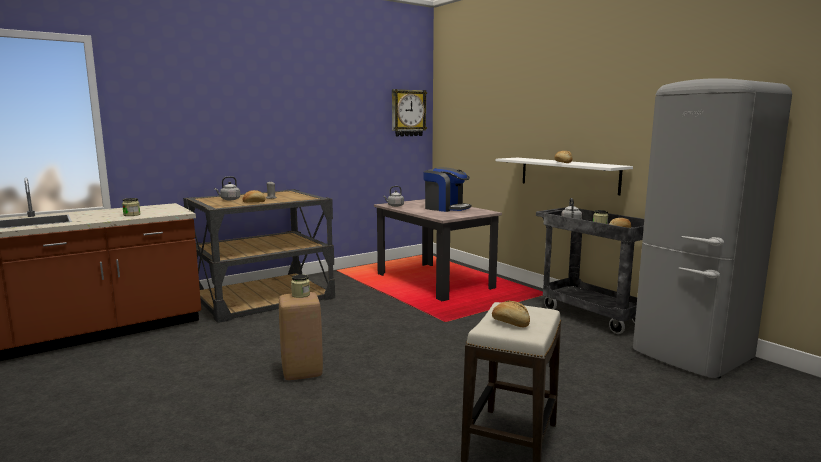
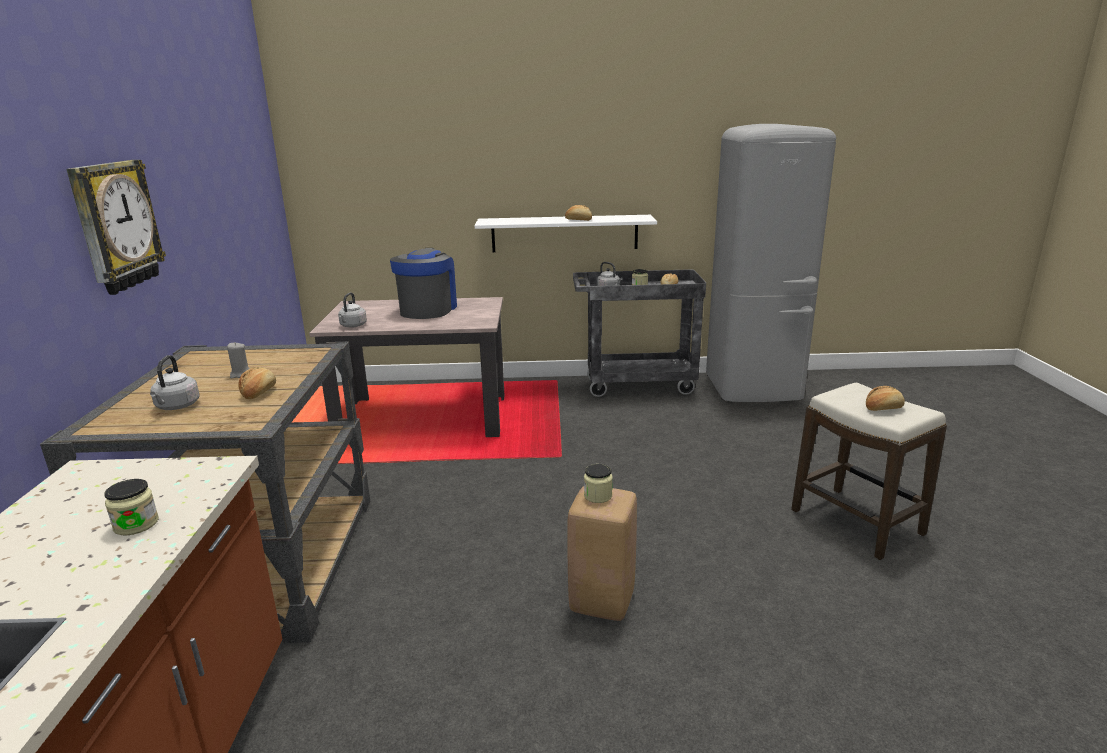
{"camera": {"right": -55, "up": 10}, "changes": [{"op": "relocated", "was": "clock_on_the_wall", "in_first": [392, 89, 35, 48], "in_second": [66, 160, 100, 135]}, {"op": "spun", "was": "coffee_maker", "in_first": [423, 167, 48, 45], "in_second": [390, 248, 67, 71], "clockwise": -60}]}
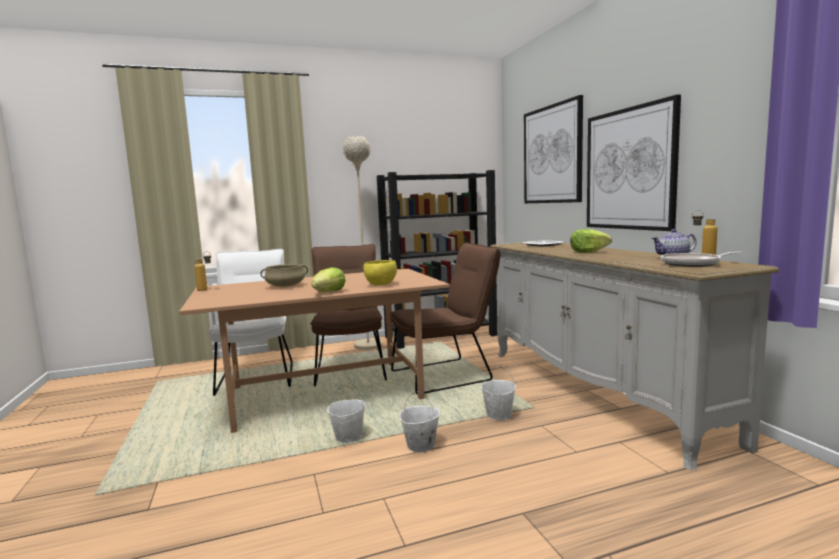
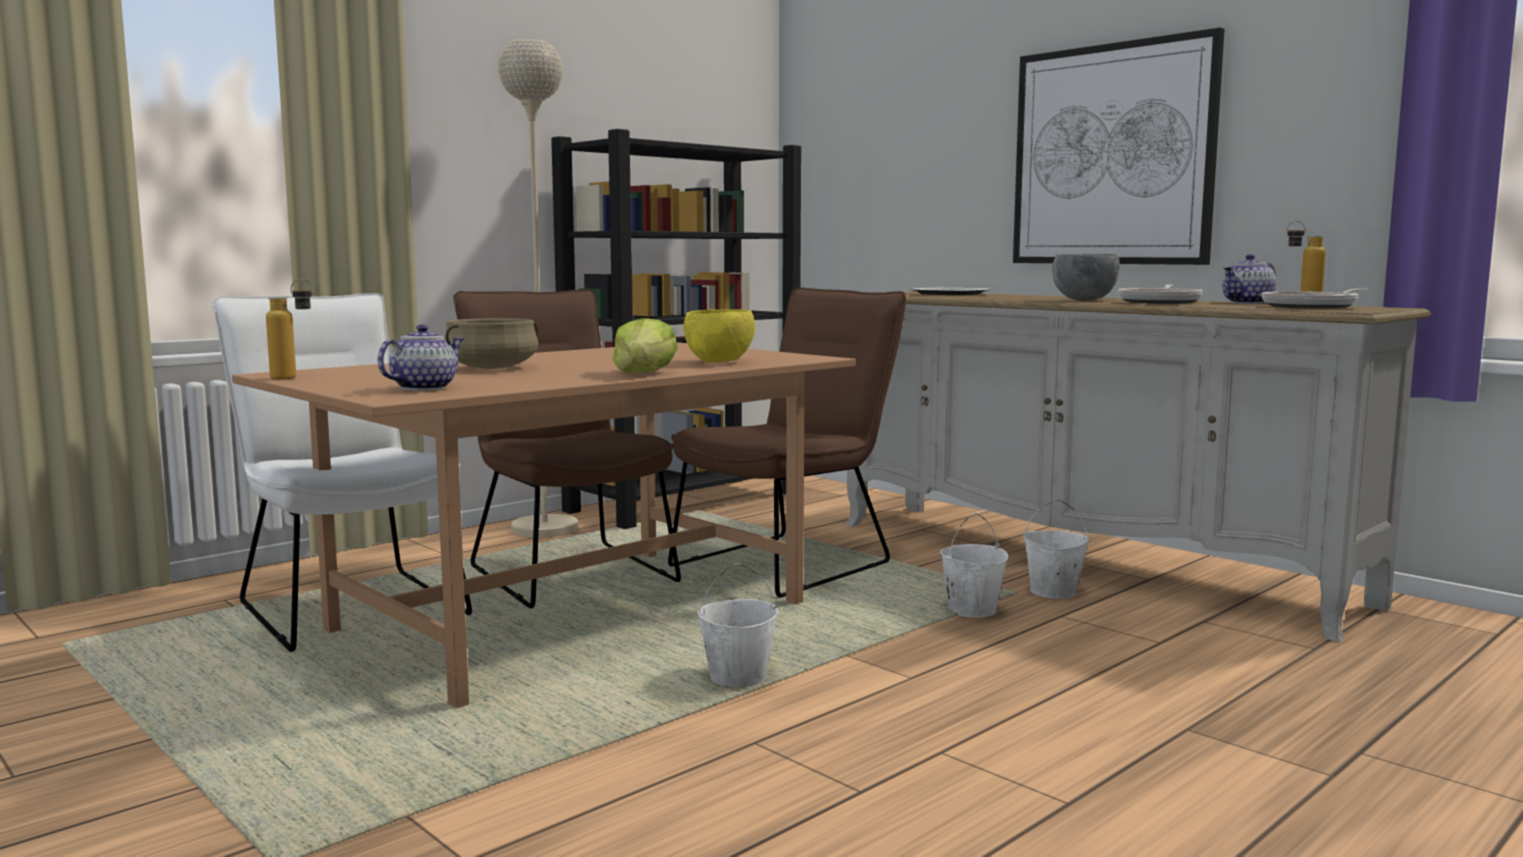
{"camera": {"right": -25, "up": 0}, "changes": [{"op": "missing", "was": "picture", "in_first": [524, 95, 59, 108]}, {"op": "appeared", "now": "teapot", "in_second": [377, 325, 87, 66]}, {"op": "appeared", "now": "skillet", "in_second": [1118, 285, 85, 19]}, {"op": "relocated", "was": "white_pail", "in_first": [400, 391, 40, 61], "in_second": [1023, 499, 66, 100]}, {"op": "exchanged", "was": "lettuce_head", "now": "grey_serving_bowl", "in_first": [570, 229, 42, 24], "in_second": [1052, 254, 68, 46]}]}
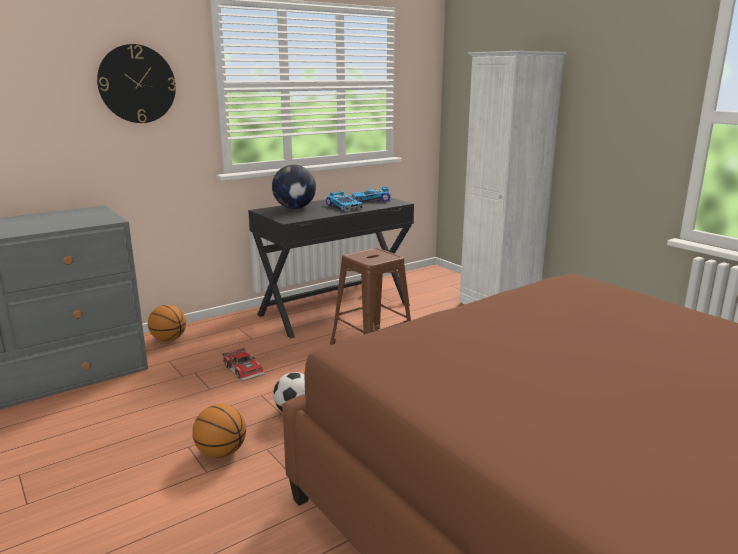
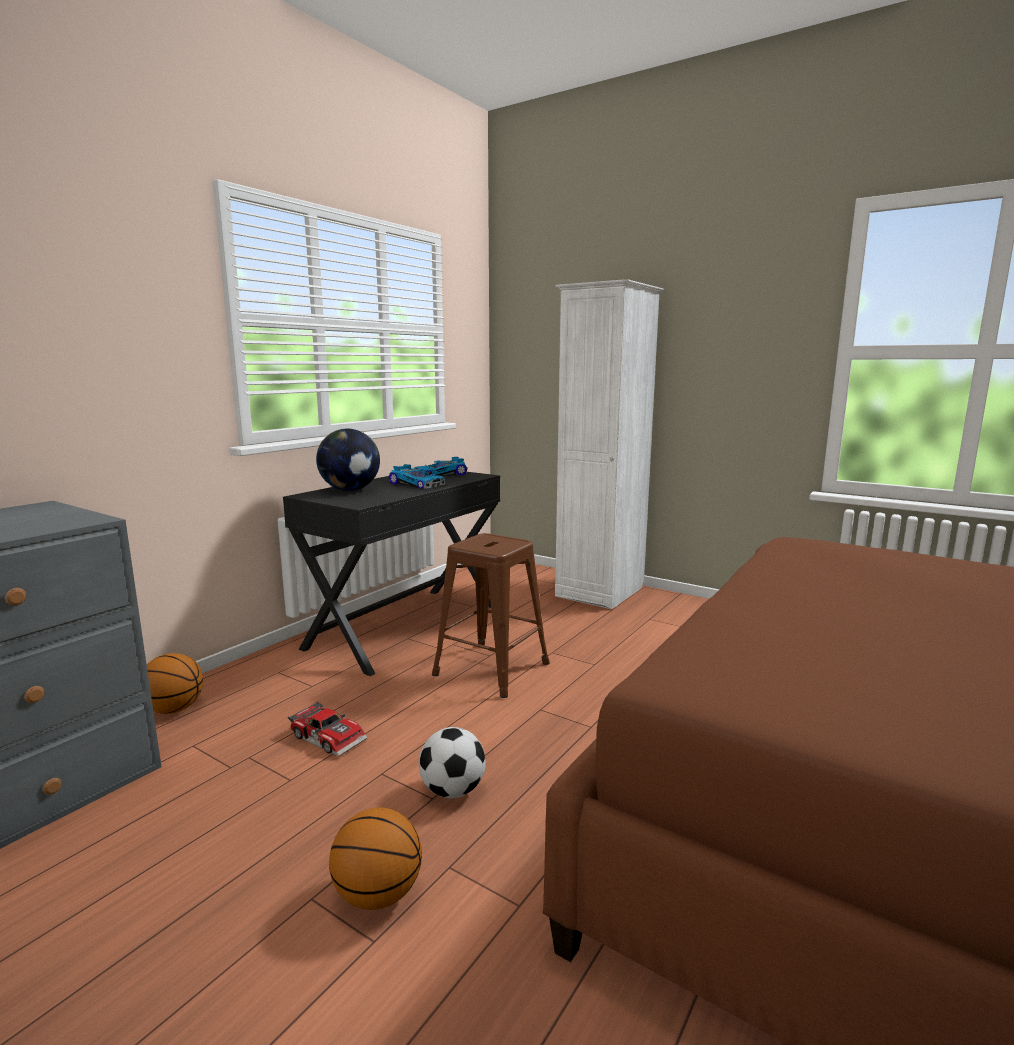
{"camera": {"right": -20, "up": -5}, "changes": [{"op": "missing", "was": "clock_on_the_wall", "in_first": [97, 44, 79, 79]}]}
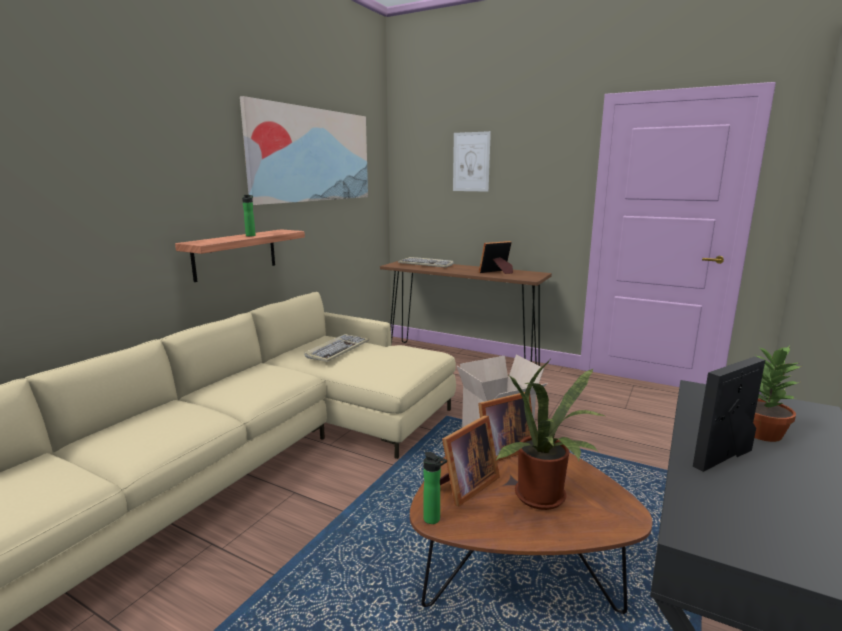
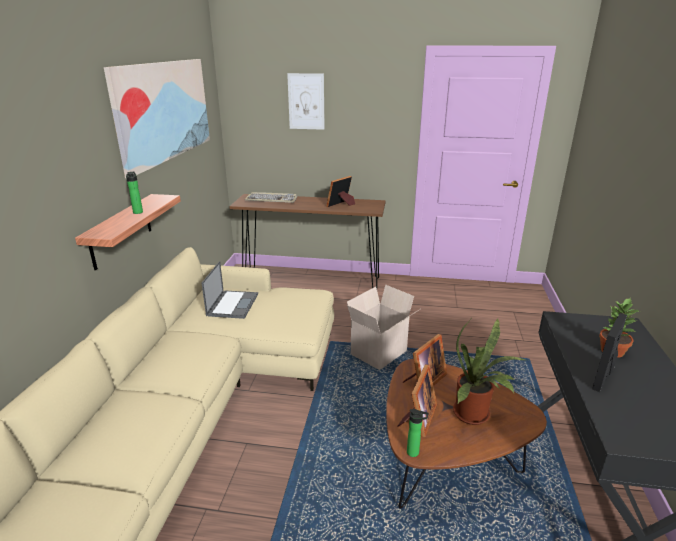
{"camera": {"right": -20, "up": 10}, "changes": [{"op": "exchanged", "was": "keyboard", "now": "portable_computer", "in_first": [304, 334, 65, 28], "in_second": [202, 261, 56, 58]}]}
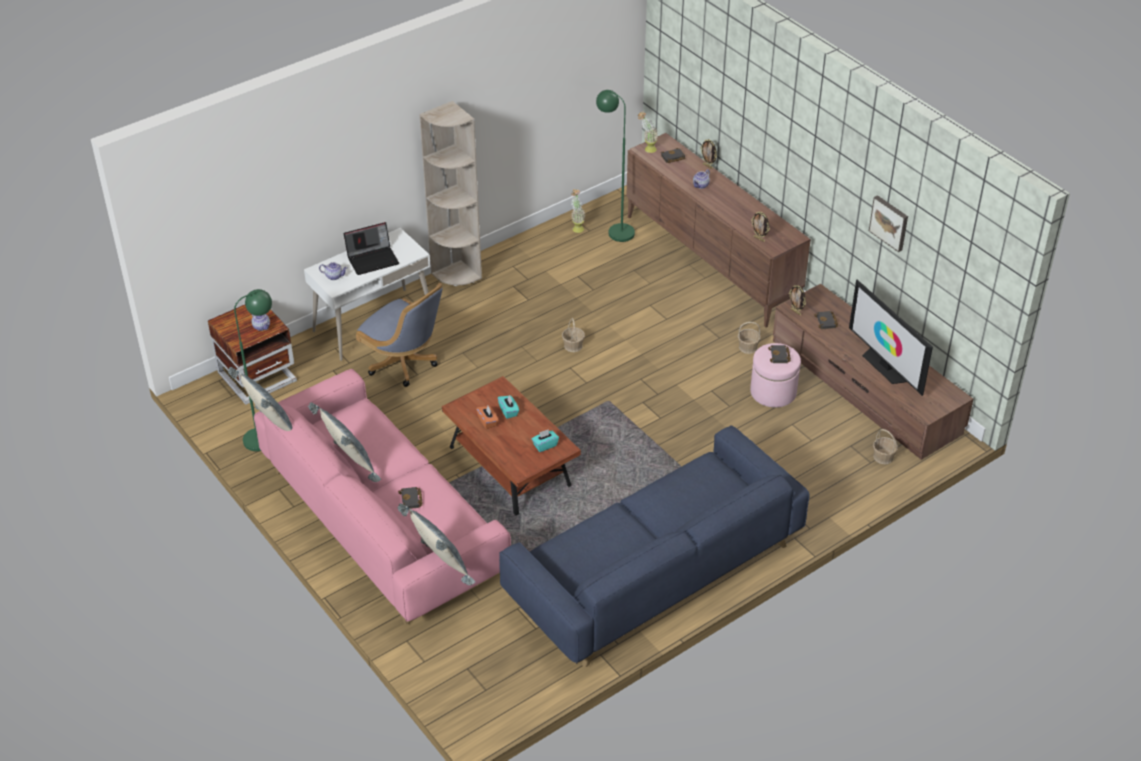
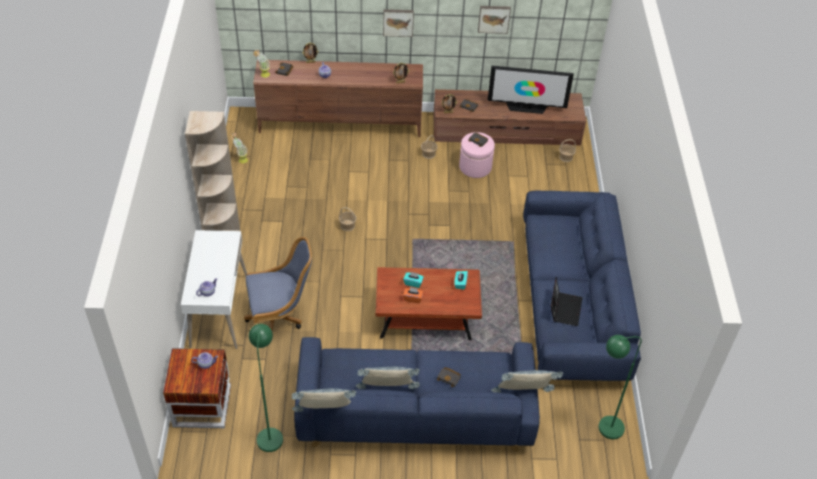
{"camera": {"right": -55, "up": 5}, "changes": [{"op": "appeared", "now": "picture", "in_second": [383, 9, 31, 28]}, {"op": "relocated", "was": "portable_computer", "in_first": [344, 222, 55, 53], "in_second": [551, 277, 31, 49]}, {"op": "relocated", "was": "green_standard_lamp", "in_first": [596, 90, 39, 152], "in_second": [599, 335, 43, 104]}, {"op": "colour", "was": "pinkish_couch", "now": "bluish_couch", "in_first": [254, 369, 257, 256], "in_second": [294, 337, 246, 115]}]}
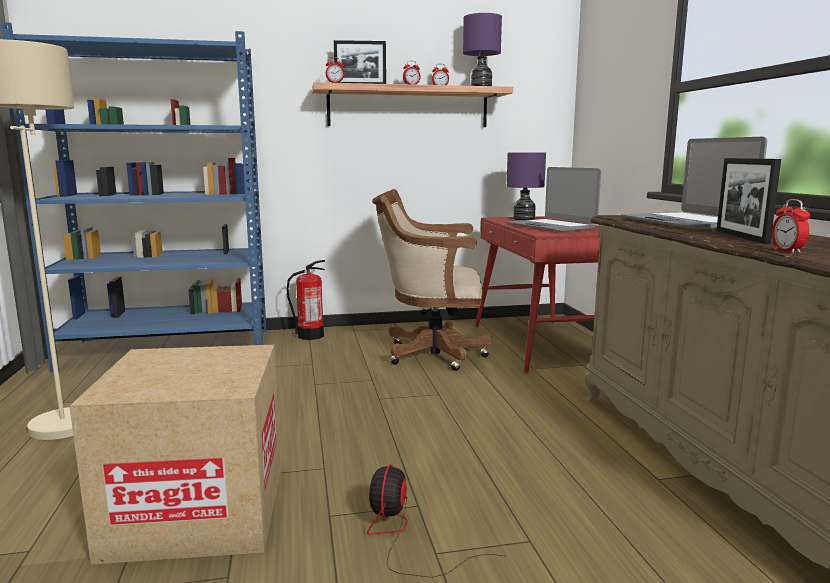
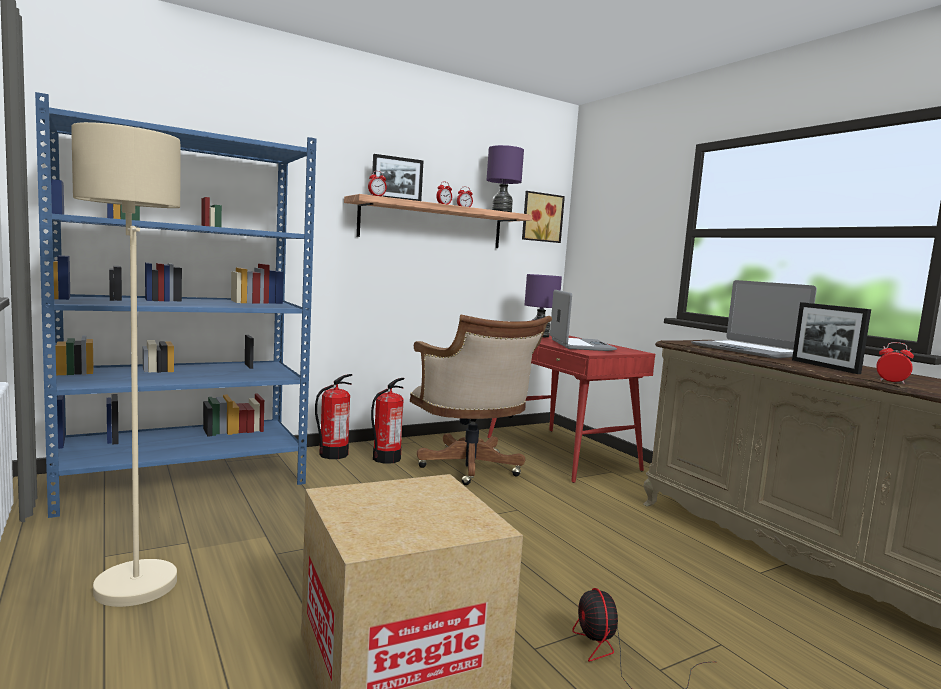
{"camera": {"right": -20, "up": -5}, "changes": [{"op": "appeared", "now": "extinguisher", "in_second": [371, 378, 33, 86]}, {"op": "appeared", "now": "picture", "in_second": [522, 191, 43, 52]}, {"op": "spun", "was": "computer_chair", "in_first": [372, 189, 120, 182], "in_second": [410, 314, 142, 171], "clockwise": -105}, {"op": "spun", "was": "portable_computer", "in_first": [507, 167, 94, 65], "in_second": [550, 290, 67, 61], "clockwise": -135}, {"op": "spun", "was": "table_clock", "in_first": [772, 199, 38, 54], "in_second": [876, 342, 38, 42], "clockwise": 150}]}
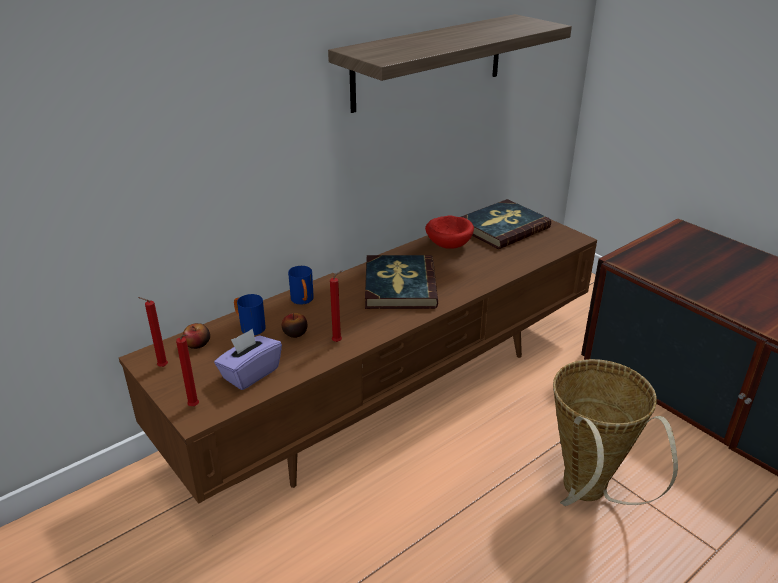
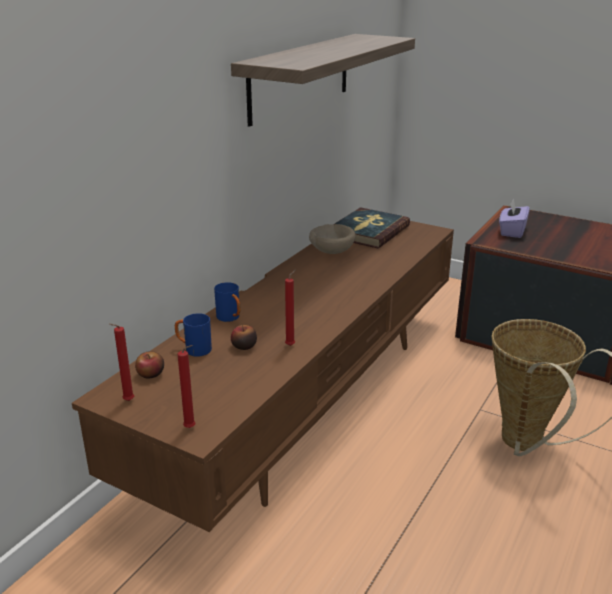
{"camera": {"right": -20, "up": -5}, "changes": [{"op": "missing", "was": "book", "in_first": [365, 255, 73, 54]}, {"op": "relocated", "was": "purple_box_of_tissues", "in_first": [214, 329, 68, 61], "in_second": [499, 199, 31, 39]}, {"op": "colour", "was": "red_serving_bowl", "now": "sand-coloured_serving_bowl", "in_first": [425, 215, 49, 34], "in_second": [309, 224, 46, 30]}]}
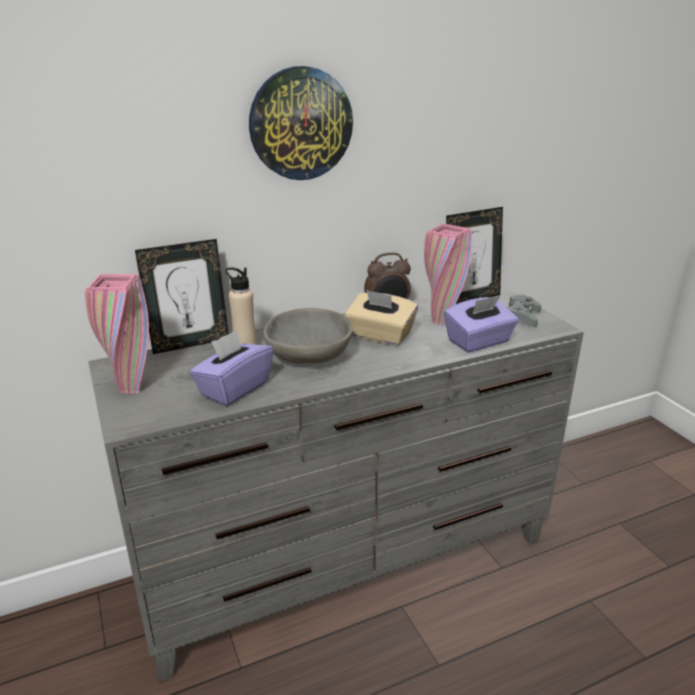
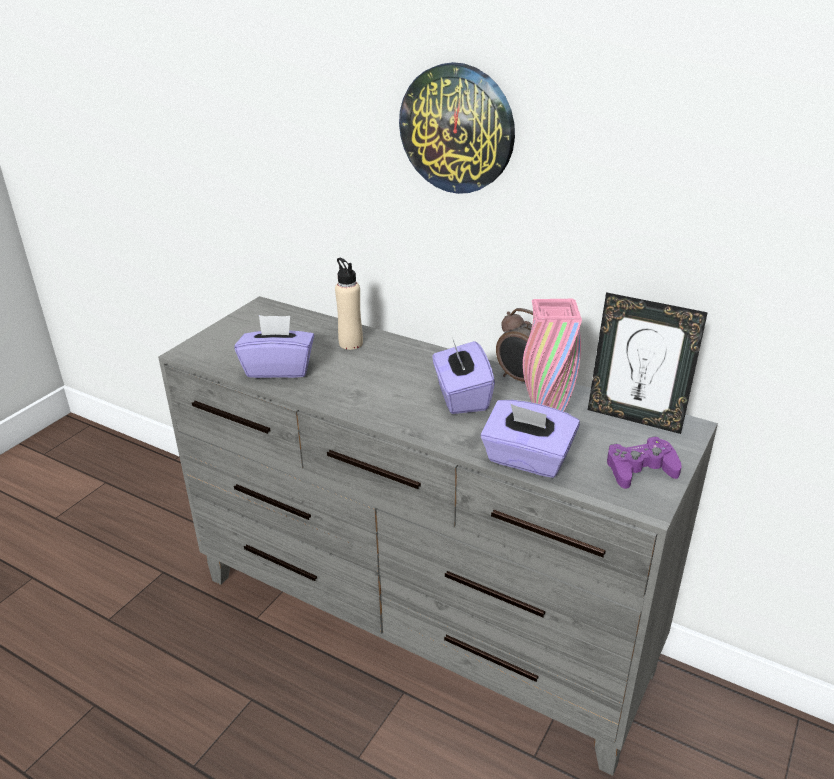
{"camera": {"right": 55, "up": 5}, "changes": [{"op": "missing", "was": "pinkish_flower_vase", "in_first": [85, 274, 64, 119]}, {"op": "missing", "was": "standing_frame", "in_first": [135, 239, 94, 115]}, {"op": "missing", "was": "grey_serving_bowl", "in_first": [263, 308, 90, 55]}, {"op": "colour", "was": "sand-coloured_box_of_tissues", "now": "purple_box_of_tissues", "in_first": [345, 290, 73, 56], "in_second": [432, 337, 63, 77]}, {"op": "colour", "was": "grey_gamepad", "now": "purple_gamepad", "in_first": [507, 295, 34, 32], "in_second": [607, 436, 75, 53]}]}
